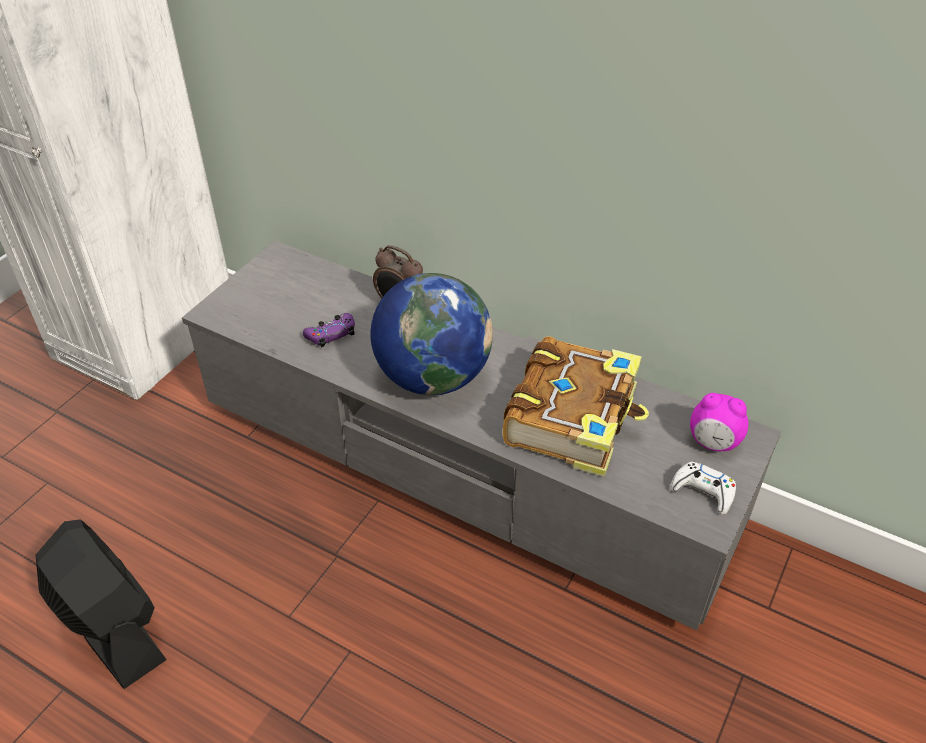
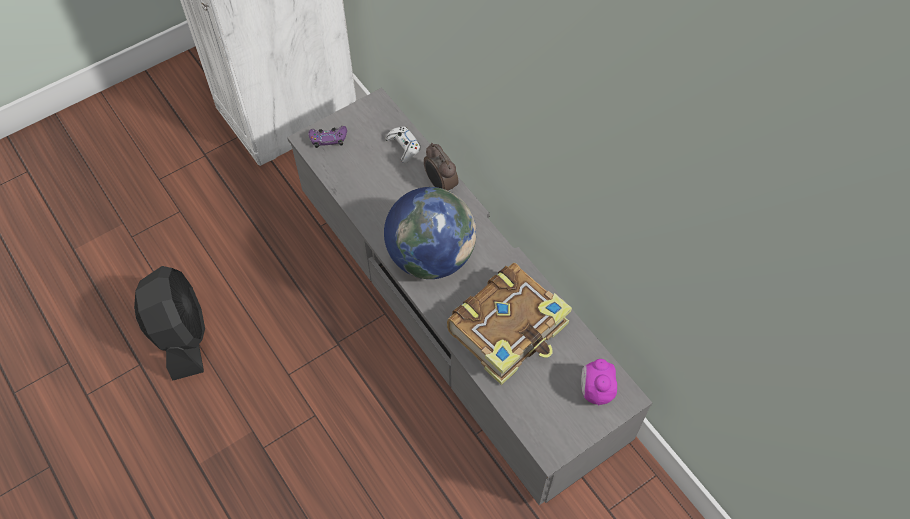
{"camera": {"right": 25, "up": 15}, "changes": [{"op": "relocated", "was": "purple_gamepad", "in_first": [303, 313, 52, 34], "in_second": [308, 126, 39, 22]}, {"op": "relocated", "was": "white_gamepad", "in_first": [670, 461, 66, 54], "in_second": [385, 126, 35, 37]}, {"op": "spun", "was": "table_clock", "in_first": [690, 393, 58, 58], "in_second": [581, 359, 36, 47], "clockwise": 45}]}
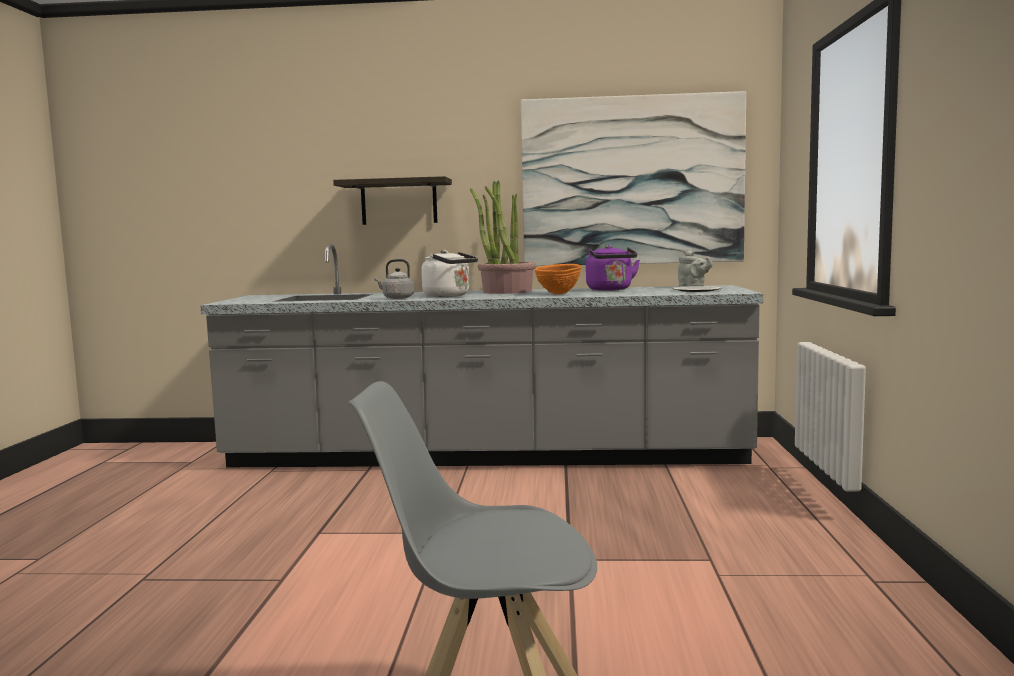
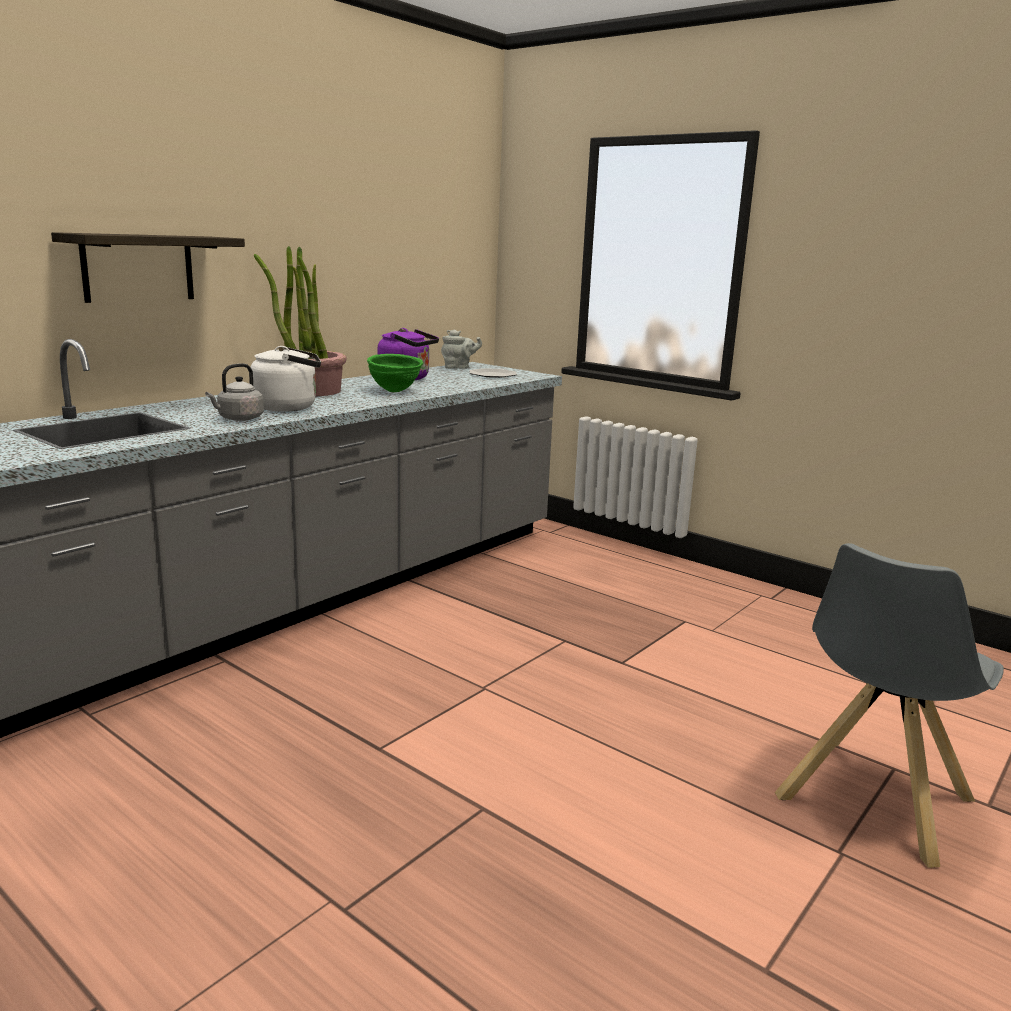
{"camera": {"right": -55, "up": 10}, "changes": [{"op": "missing", "was": "picture", "in_first": [521, 91, 225, 175]}, {"op": "colour", "was": "orange-coloured_serving_bowl", "now": "green_serving_bowl", "in_first": [535, 264, 46, 30], "in_second": [367, 354, 56, 38]}]}
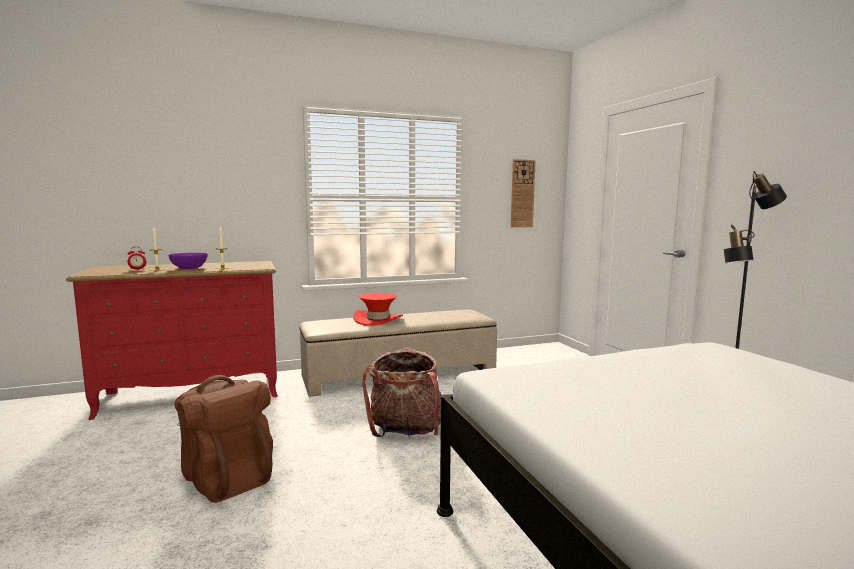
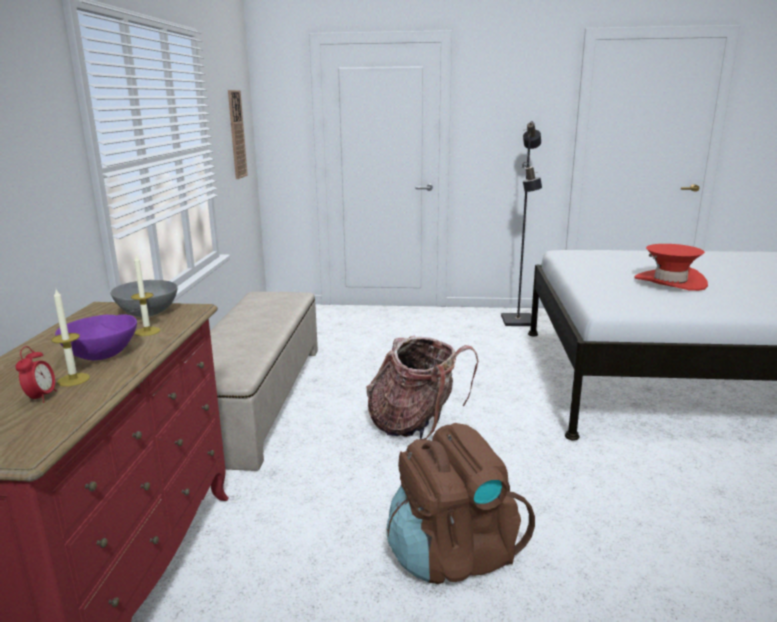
{"camera": {"right": -65, "up": 10}, "changes": [{"op": "appeared", "now": "grey_serving_bowl", "in_second": [111, 280, 67, 37]}, {"op": "relocated", "was": "red_hat", "in_first": [353, 293, 50, 33], "in_second": [634, 244, 74, 47]}]}
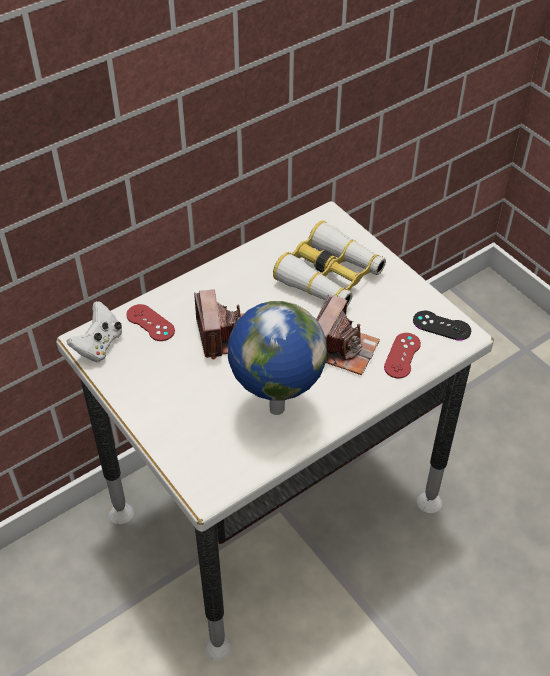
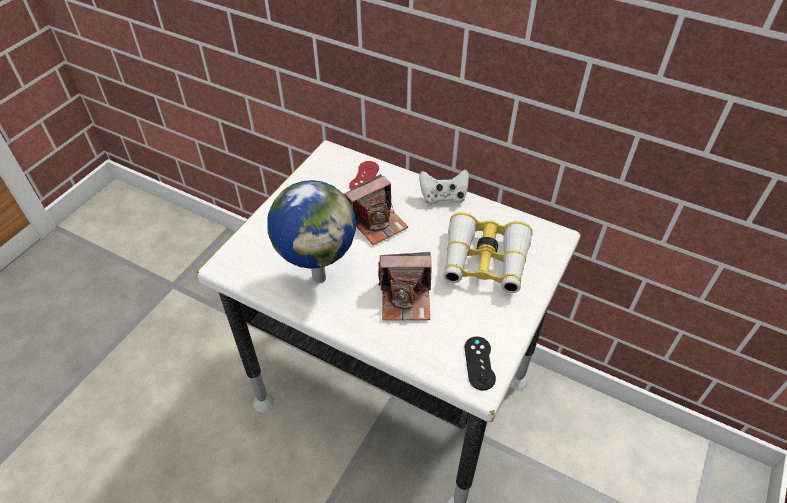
{"camera": {"right": 65, "up": 0}, "changes": [{"op": "missing", "was": "red_gamepad", "in_first": [384, 333, 37, 45]}, {"op": "relocated", "was": "white_gamepad", "in_first": [67, 301, 55, 61], "in_second": [419, 169, 50, 36]}]}
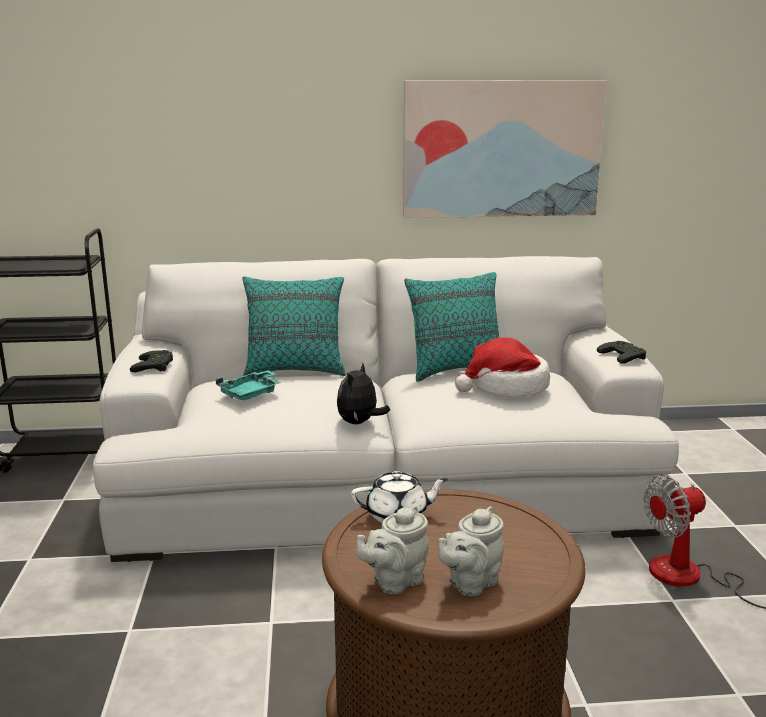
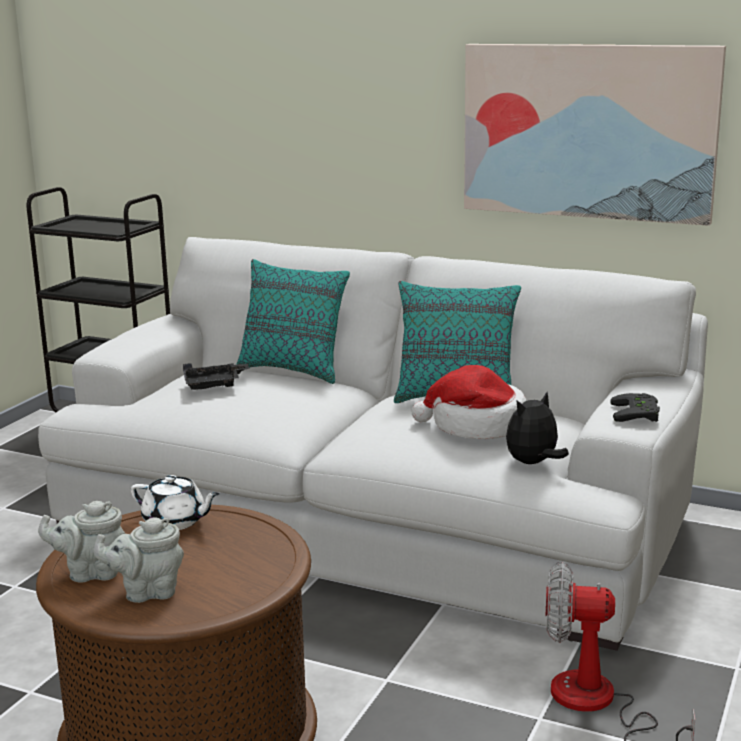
{"camera": {"right": 30, "up": 0}, "changes": [{"op": "missing", "was": "black_gamepad", "in_first": [130, 350, 43, 22]}, {"op": "relocated", "was": "soft_toy", "in_first": [337, 363, 53, 61], "in_second": [506, 392, 63, 72]}, {"op": "colour", "was": "blue-green_serving_tray", "now": "black_serving_tray", "in_first": [216, 370, 65, 30], "in_second": [183, 363, 67, 27]}]}
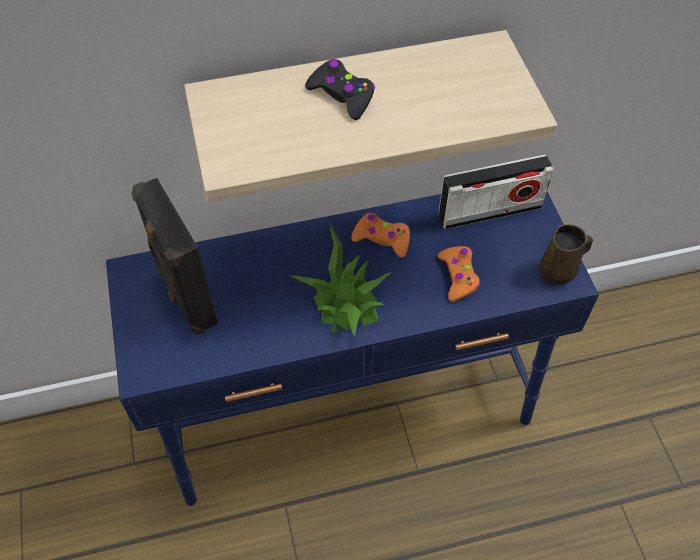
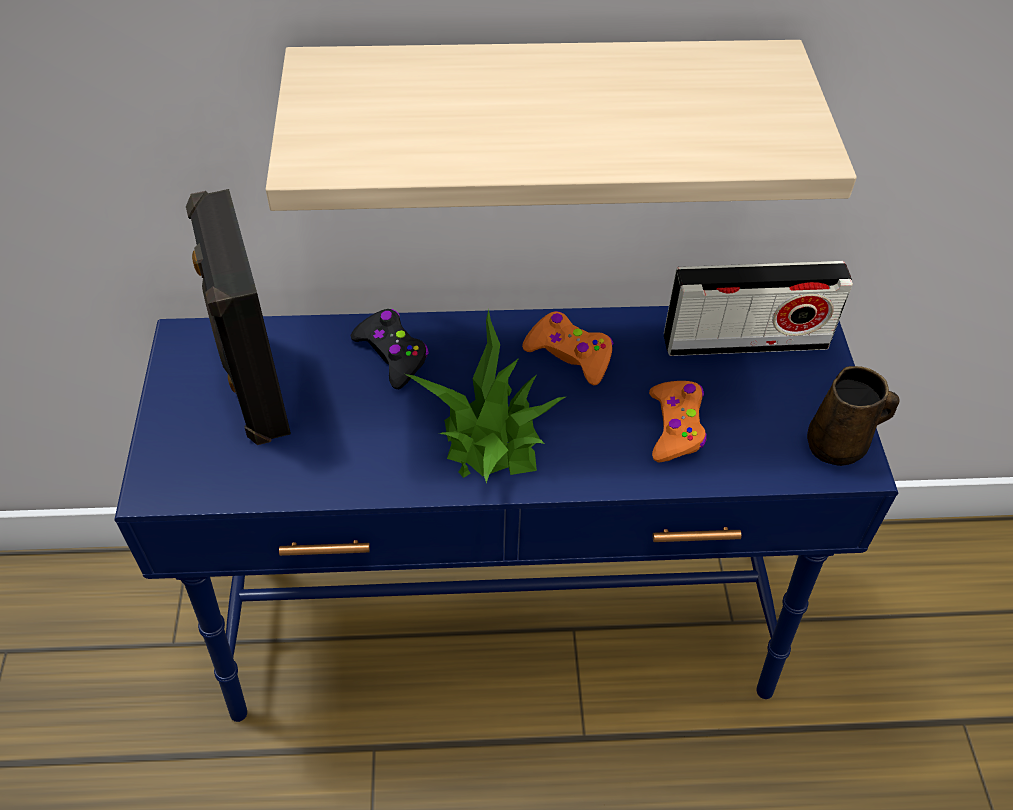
{"camera": {"right": 10, "up": -5}, "changes": [{"op": "relocated", "was": "black_gamepad", "in_first": [305, 59, 70, 61], "in_second": [351, 309, 78, 80]}]}
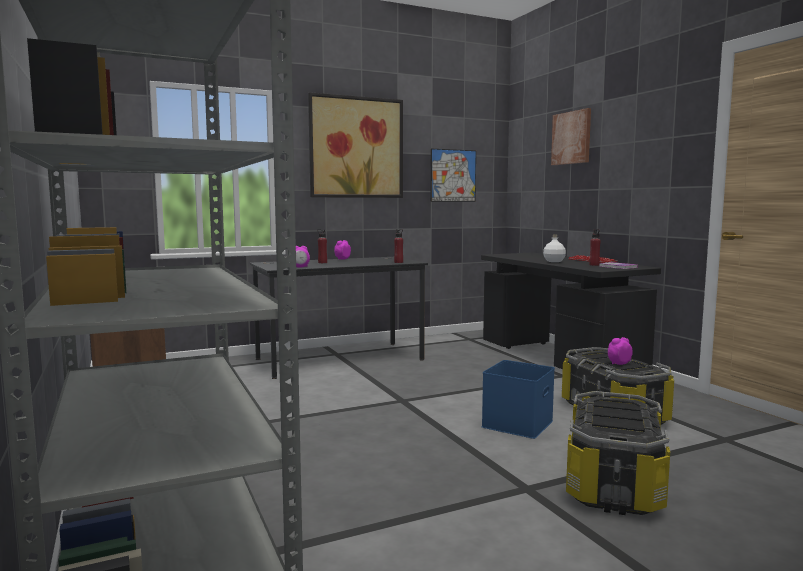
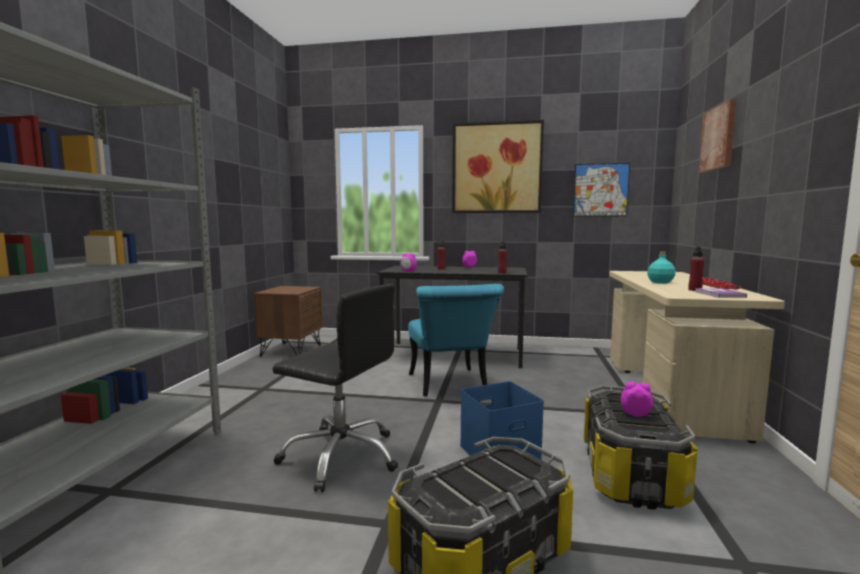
{"camera": {"right": 35, "up": 0}, "changes": [{"op": "appeared", "now": "black_computer_chair", "in_second": [273, 284, 125, 208]}, {"op": "appeared", "now": "blue-green_plain_chair", "in_second": [408, 284, 96, 112]}, {"op": "colour", "was": "black_desk_table", "now": "sand-coloured_desk_table", "in_first": [481, 253, 180, 116], "in_second": [609, 271, 176, 172]}, {"op": "colour", "was": "white_drink_bottle", "now": "blue-green_drink_bottle", "in_first": [543, 234, 23, 28], "in_second": [647, 251, 29, 33]}]}
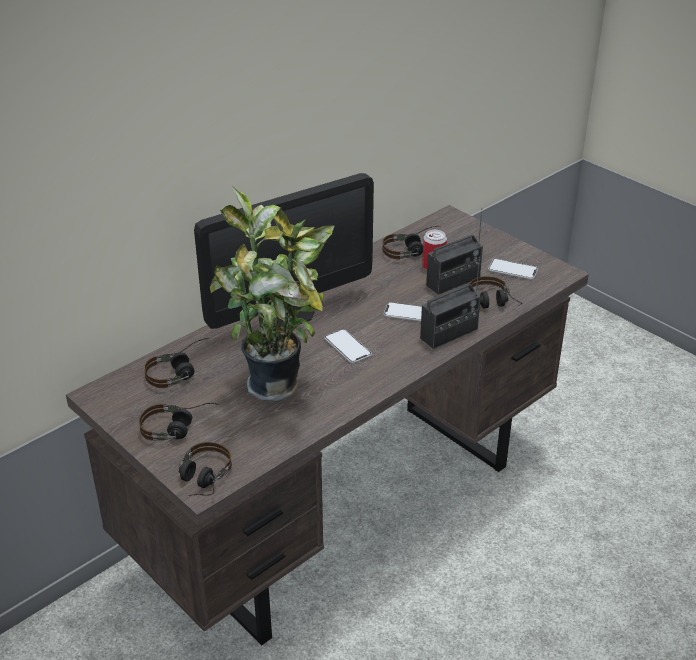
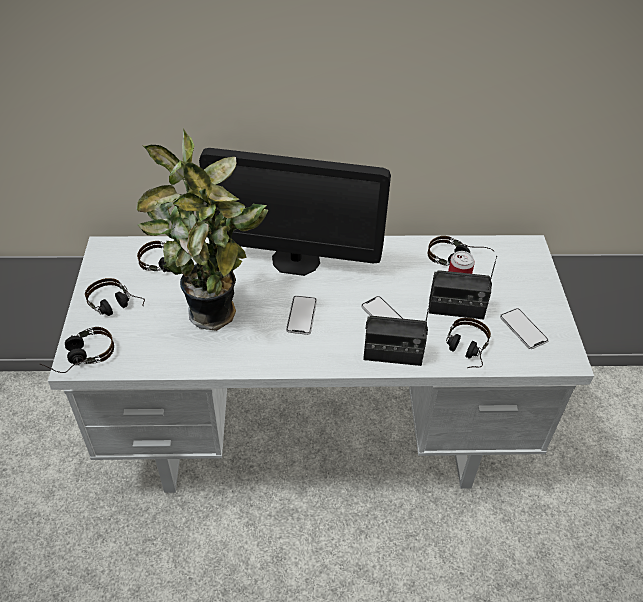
{"camera": {"right": 40, "up": 10}, "changes": [{"op": "colour", "was": "brownish_desk_table", "now": "white_desk_table", "in_first": [66, 205, 523, 441], "in_second": [48, 235, 546, 258]}]}
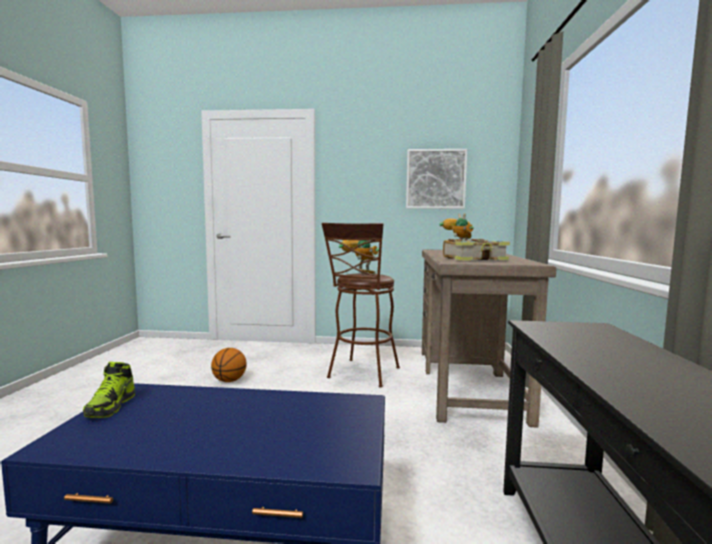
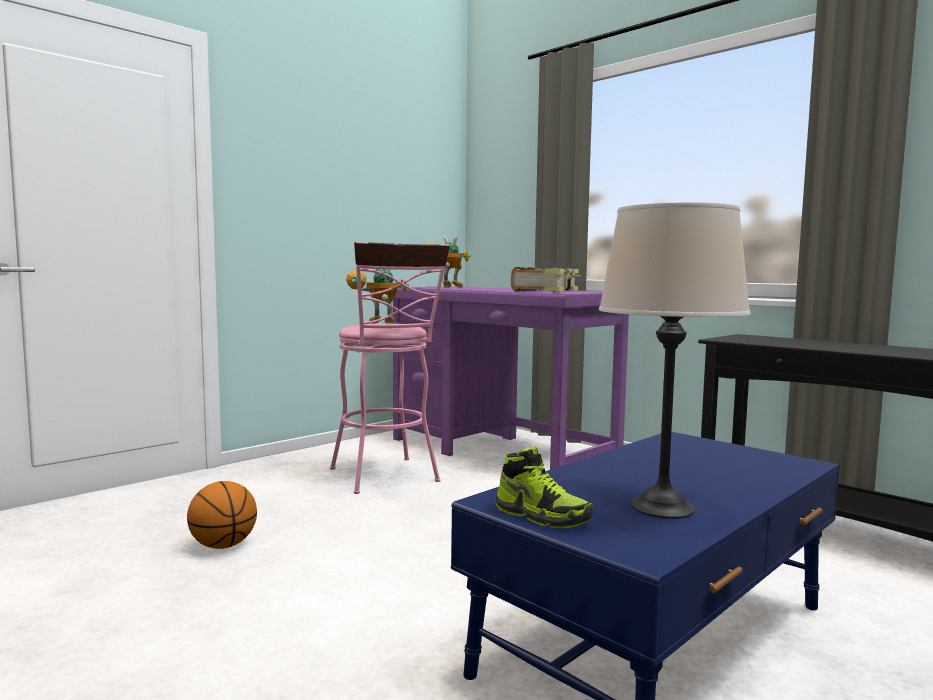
{"camera": {"right": -50, "up": 0}, "changes": [{"op": "missing", "was": "picture", "in_first": [406, 149, 61, 60]}, {"op": "appeared", "now": "sand-coloured_lamp_for_a_table", "in_second": [599, 202, 152, 317]}, {"op": "colour", "was": "brownish_stool", "now": "pinkish_stool", "in_first": [322, 223, 78, 165], "in_second": [330, 242, 120, 252]}, {"op": "colour", "was": "brownish_desk_table", "now": "purple_desk_table", "in_first": [422, 249, 134, 179], "in_second": [393, 287, 236, 183]}]}
